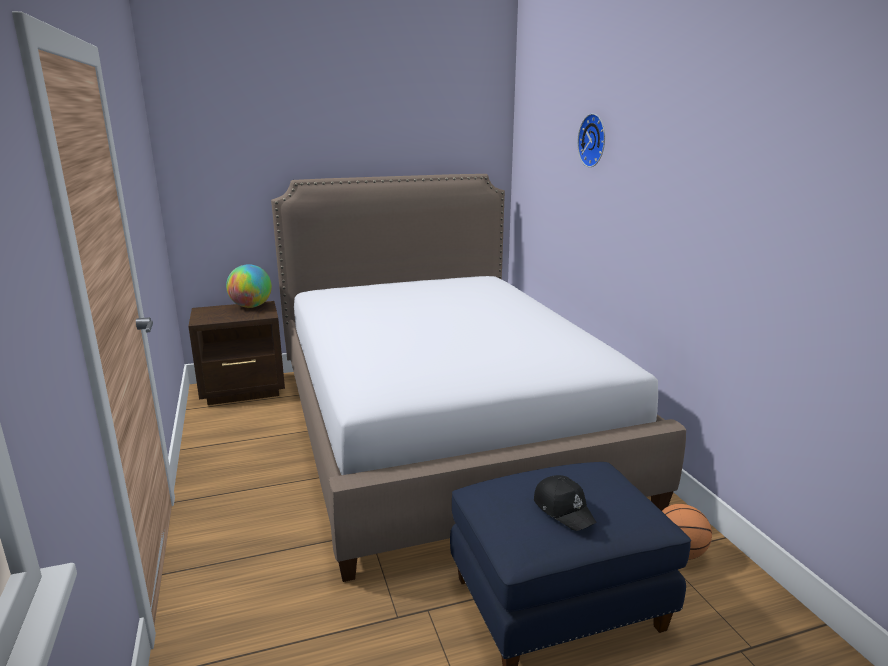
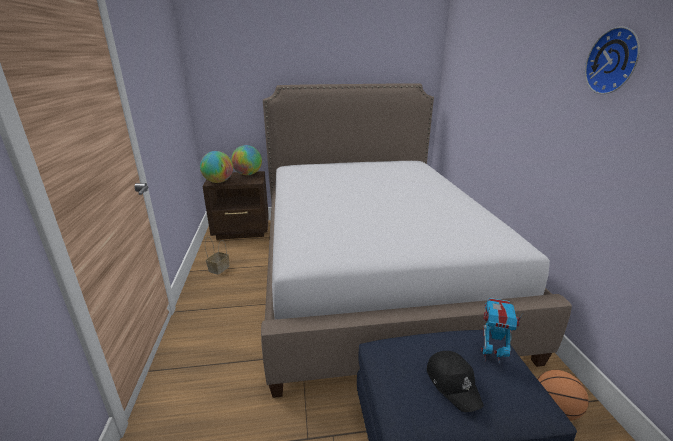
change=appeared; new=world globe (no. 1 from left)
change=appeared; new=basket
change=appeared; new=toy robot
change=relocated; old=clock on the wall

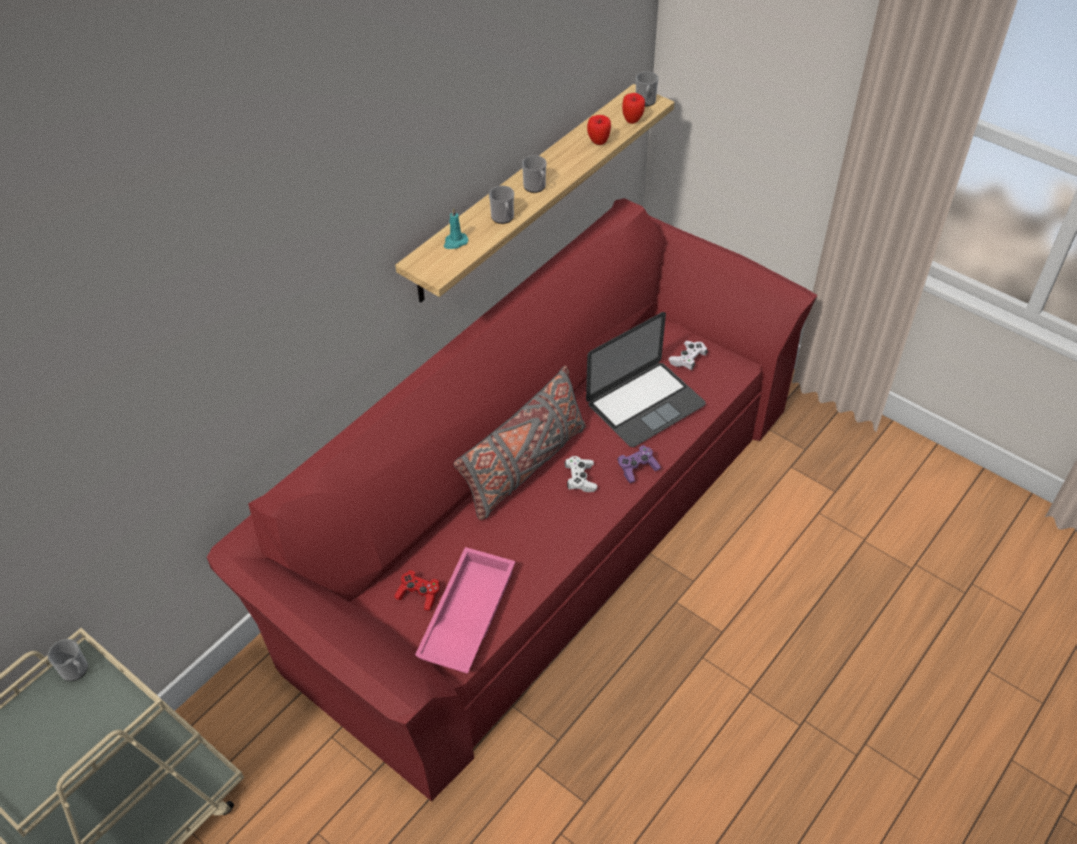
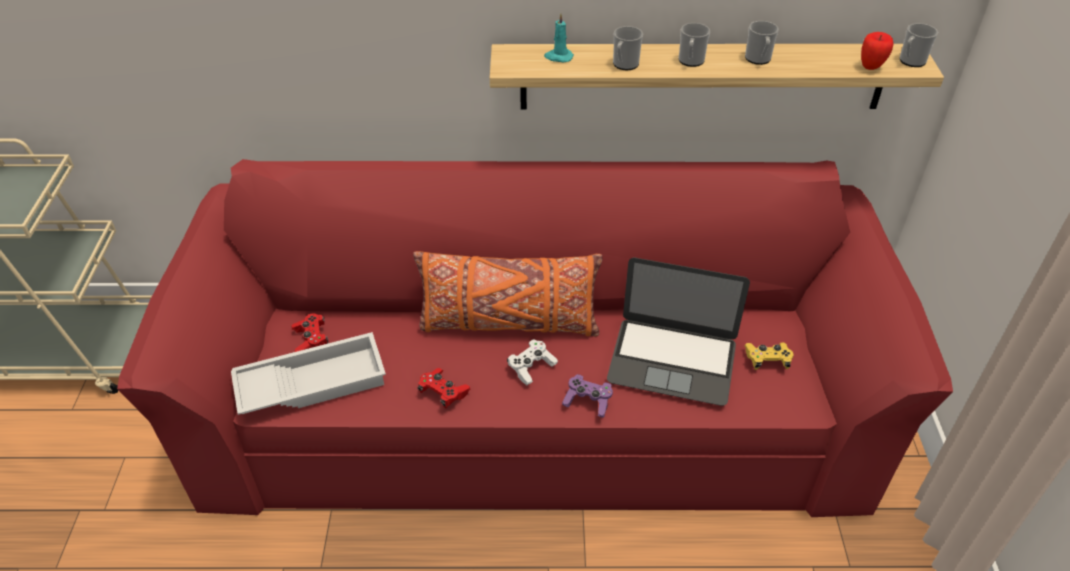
change=missing; old=whole apple (no. 1 from left)
change=appeared; new=red-coloured game controller (no. 2 from left)
change=relocated; old=mug (no. 1 from left in the first image); new=mug (no. 3 from left)
change=colour; old=pinkish serving tray; new=whitish serving tray
change=colour; old=greyish pillow; new=orangey pillow
change=colour; old=whitish game controller (no. 2 from left); new=yellow game controller

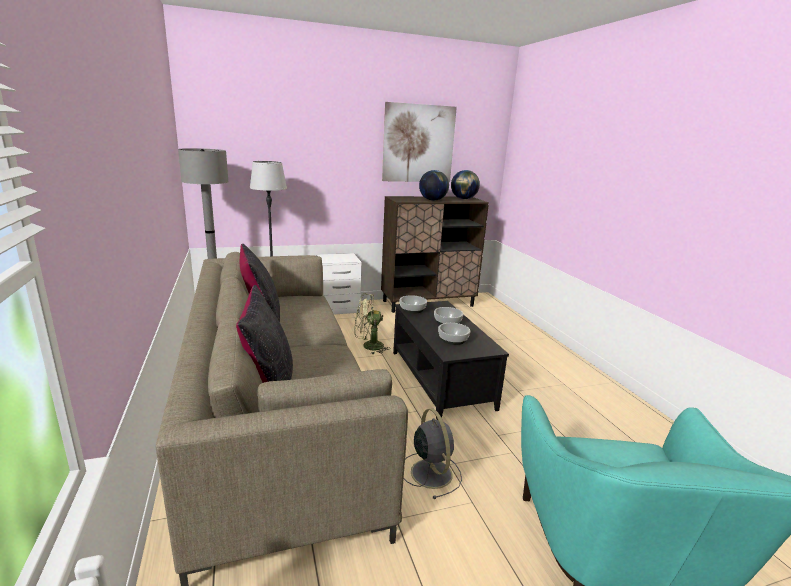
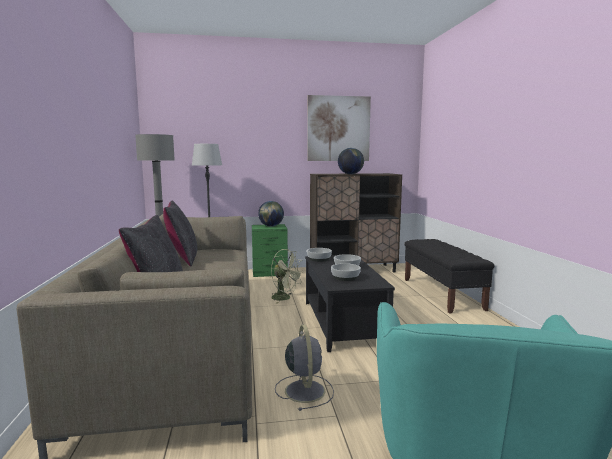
change=appeared; new=black indoor bench
change=relocated; old=world globe (no. 2 from left in the first image); new=world globe (no. 1 from left)
change=colour; old=whitish nightstand; new=green nightstand
change=spun; old=green cooling fan; degrees=-150

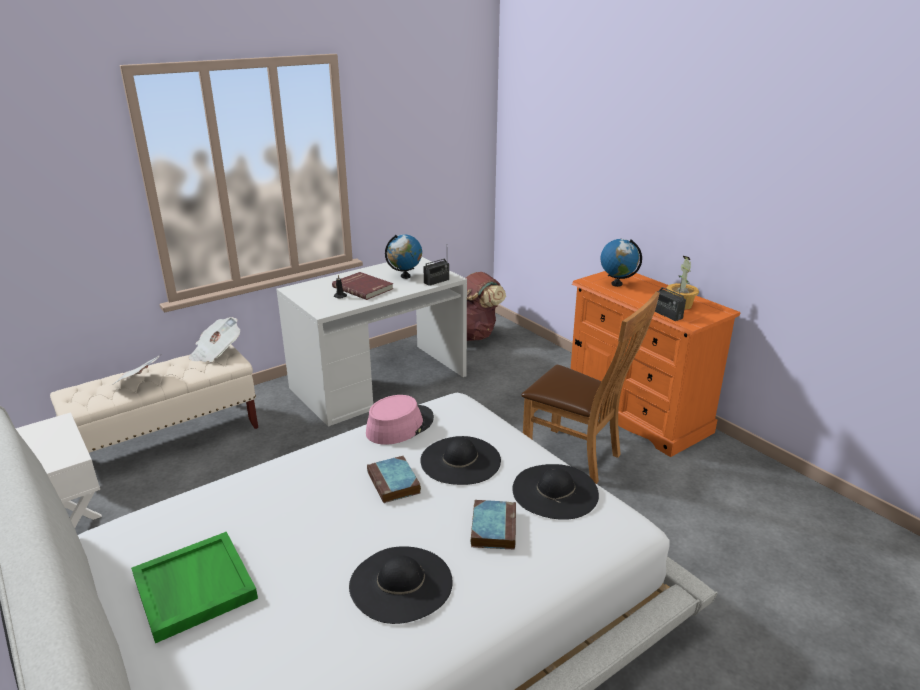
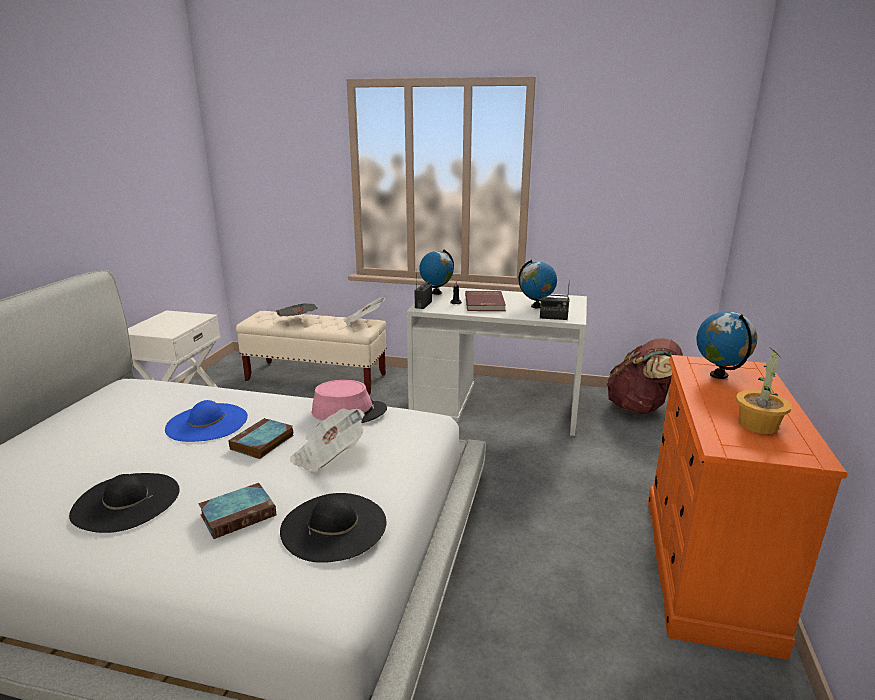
change=missing; old=green serving tray
change=missing; old=brownish plain chair
change=appeared; new=blue hat
change=appeared; new=world globe (no. 1 from left)
change=relocated; old=radio set (no. 2 from left in the first image); new=radio set (no. 1 from left)
change=exchanged; old=black hat (no. 2 from left); new=newspaper (no. 2 from left)

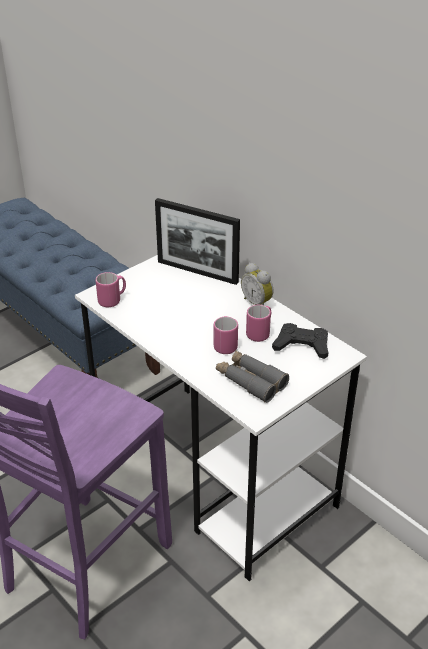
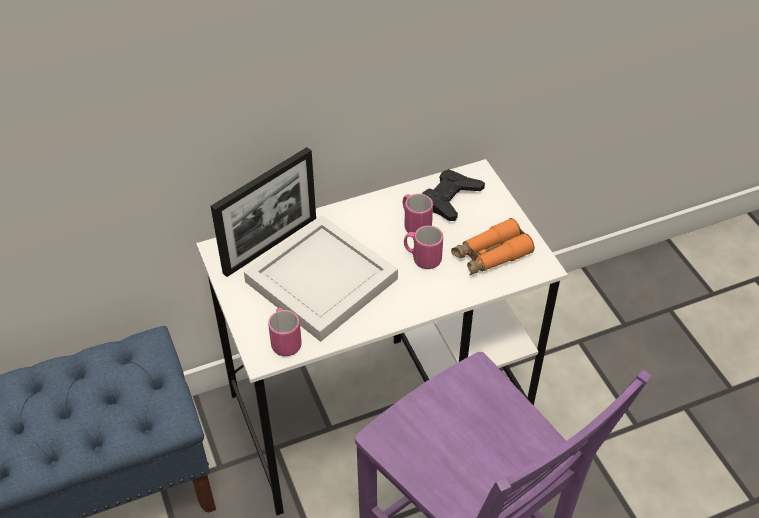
change=missing; old=bedside clock
change=appeared; new=whitish serving tray
change=colour; old=greyish field glasses; new=orangey field glasses

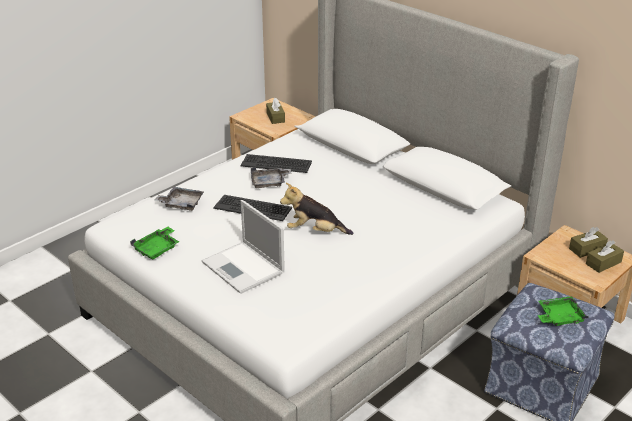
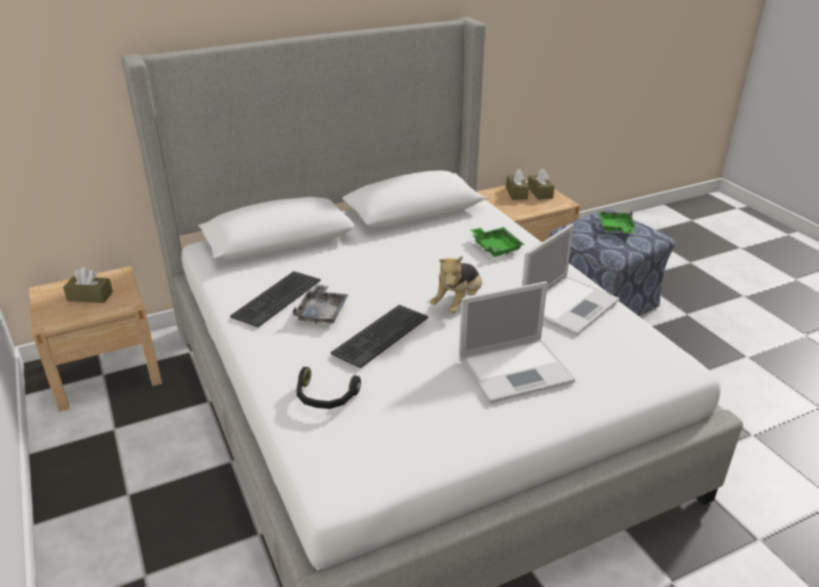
change=appeared; new=portable computer (no. 2 from left)
change=relocated; old=green serving tray (no. 1 from left)
change=exchanged; old=greyish serving tray (no. 1 from left); new=black headset

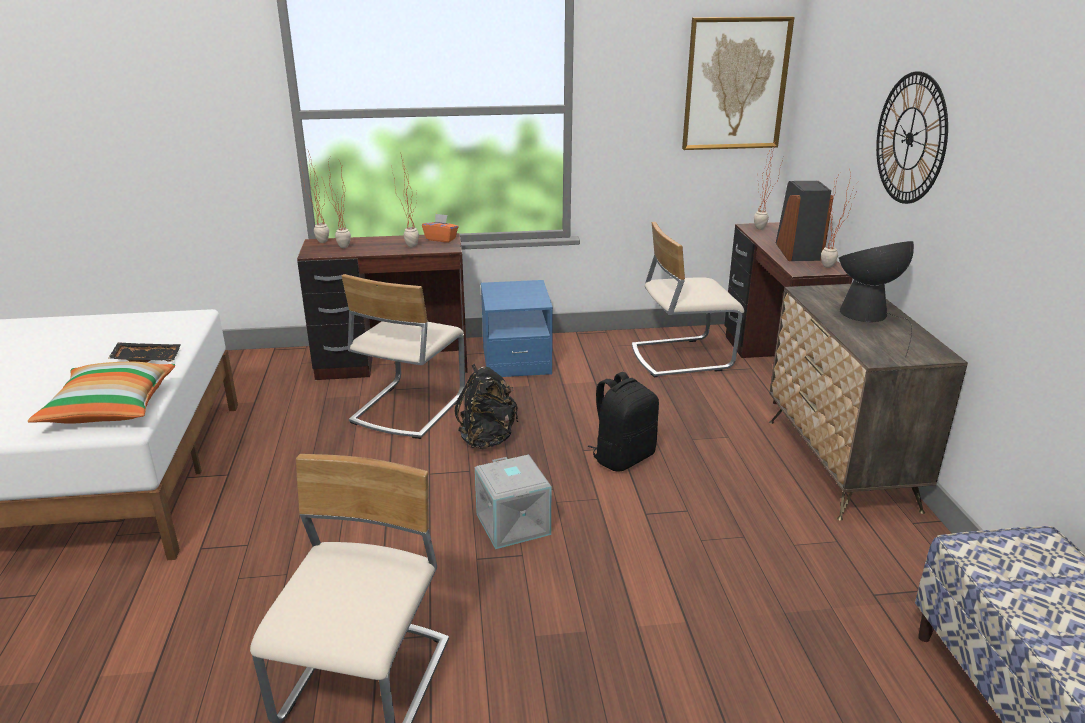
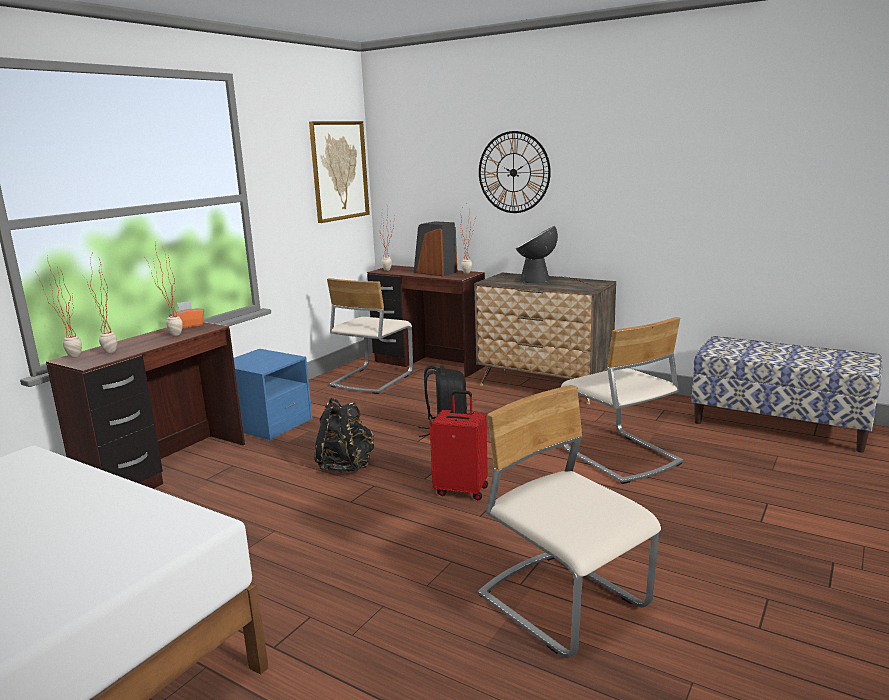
change=missing; old=pillow
change=missing; old=black serving tray
change=relocated; old=beige plain chair (no. 2 from left in the first image); new=beige plain chair (no. 3 from left)
change=exchanged; old=greyish storage box; new=red-coloured suitcase

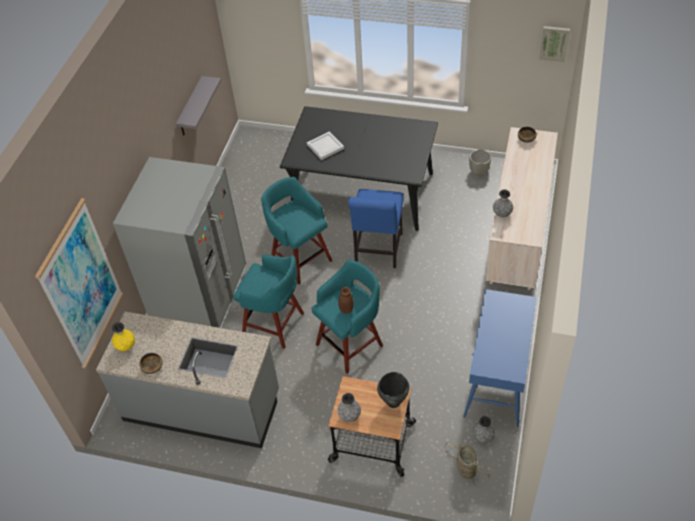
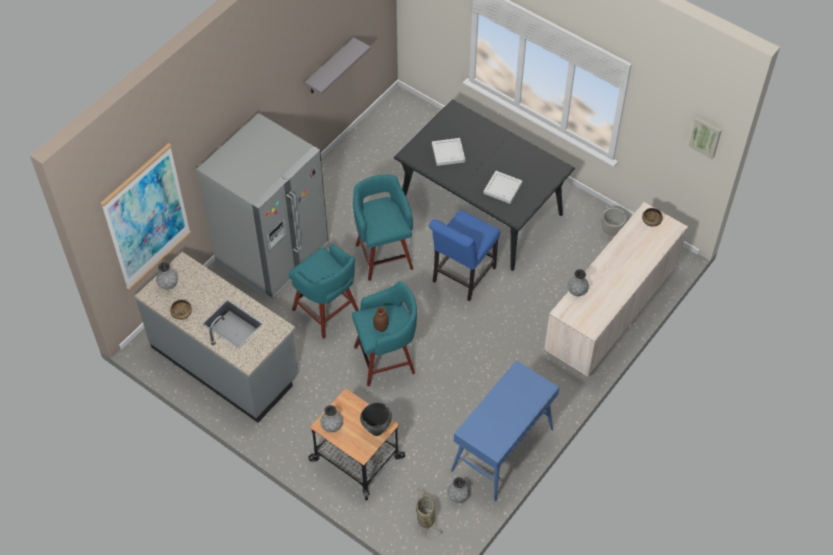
change=appeared; new=whitish serving tray (no. 2 from left)
change=colour; old=yellow vase; new=greyish vase (no. 1 from left)

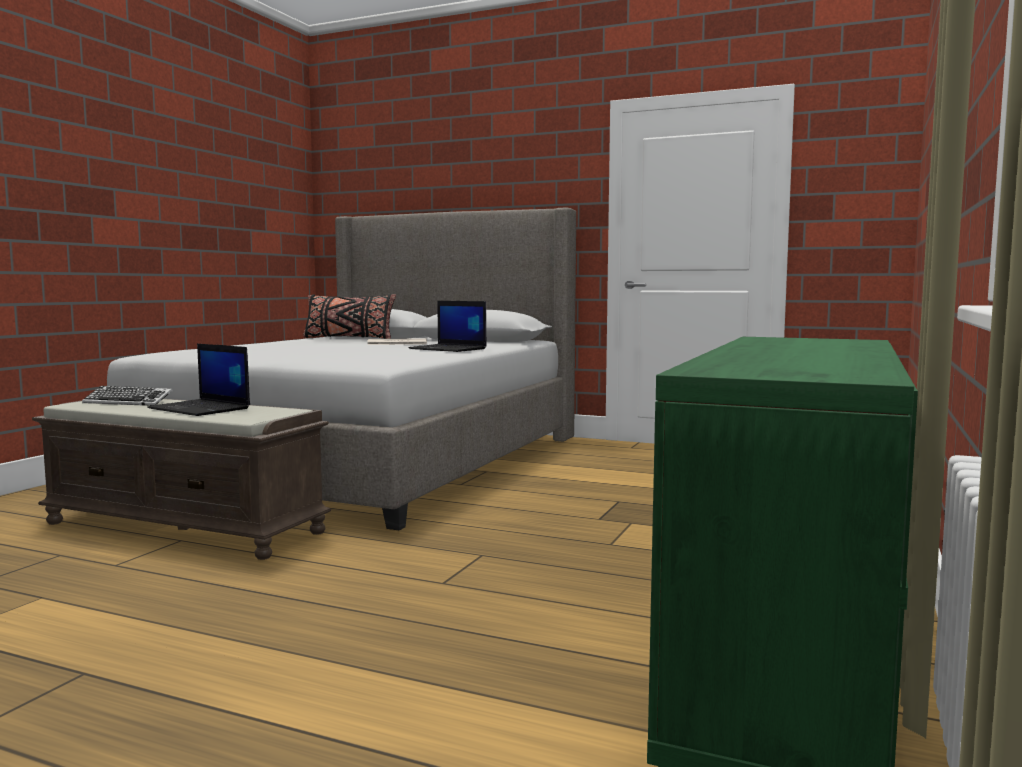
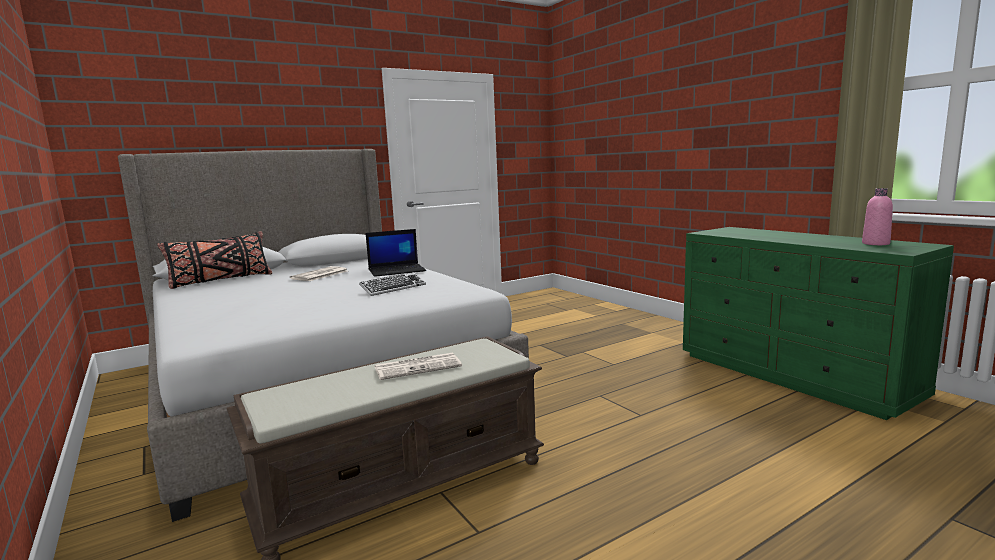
change=appeared; new=pinkish beverage bottle
change=relocated; old=computer keyboard
change=exchanged; old=portable computer (no. 1 from left); new=newspaper (no. 2 from left)

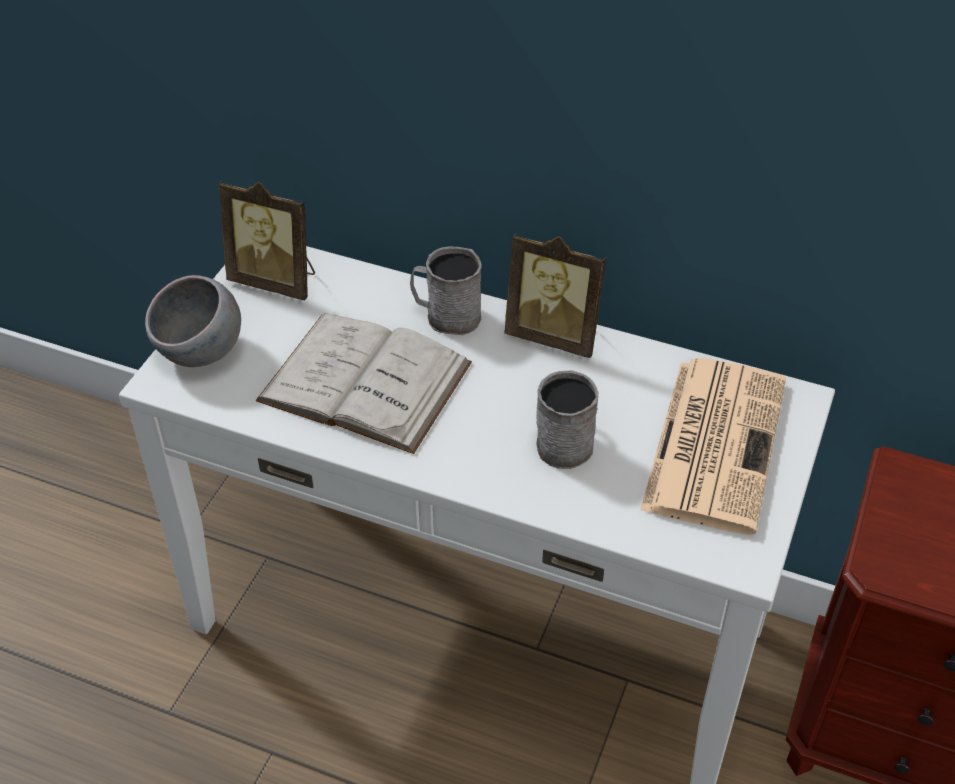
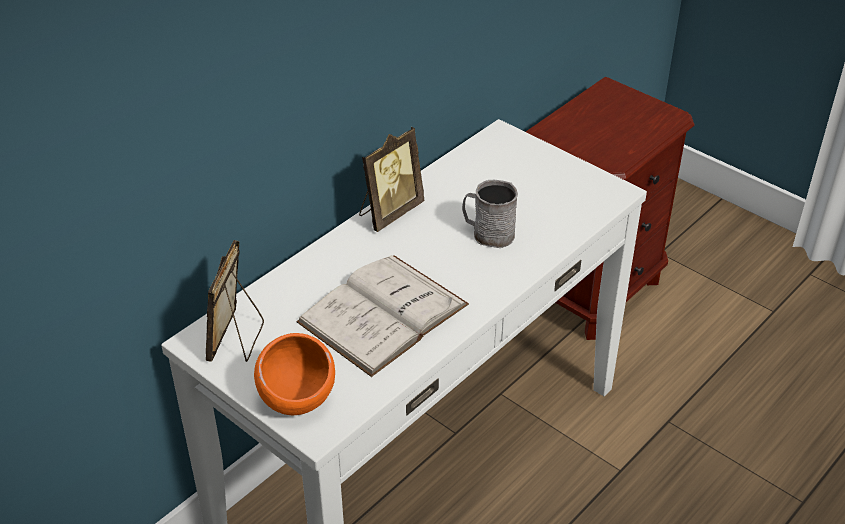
change=missing; old=greyish mug (no. 1 from left)
change=missing; old=newspaper
change=colour; old=greyish bowl; new=orangey bowl
change=spun; old=standing frame (no. 1 from left); degrees=150

